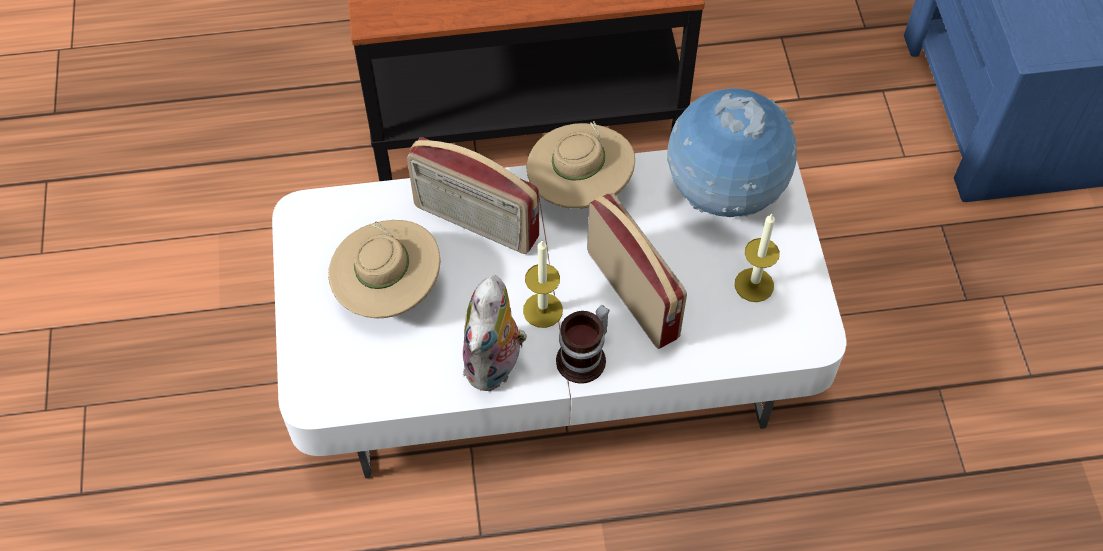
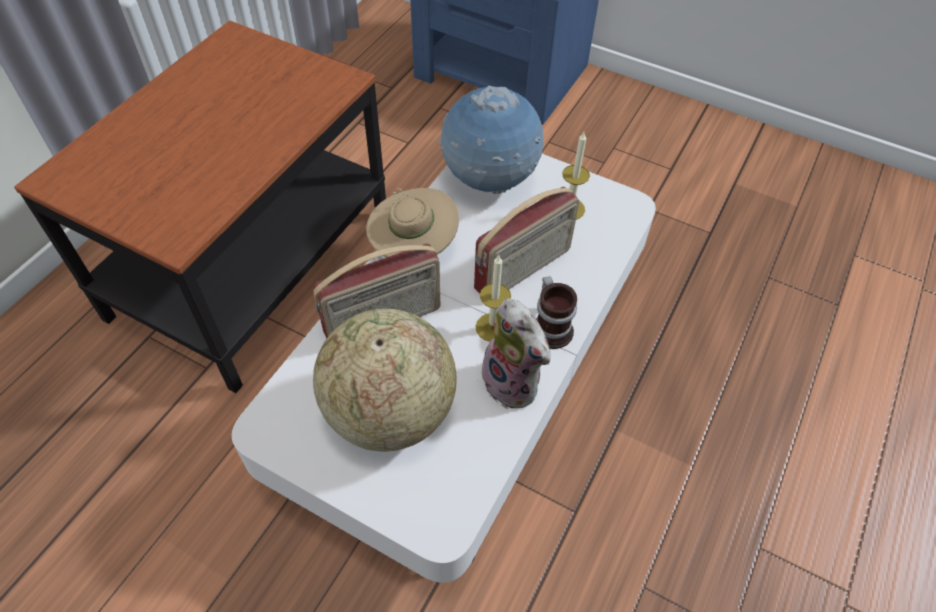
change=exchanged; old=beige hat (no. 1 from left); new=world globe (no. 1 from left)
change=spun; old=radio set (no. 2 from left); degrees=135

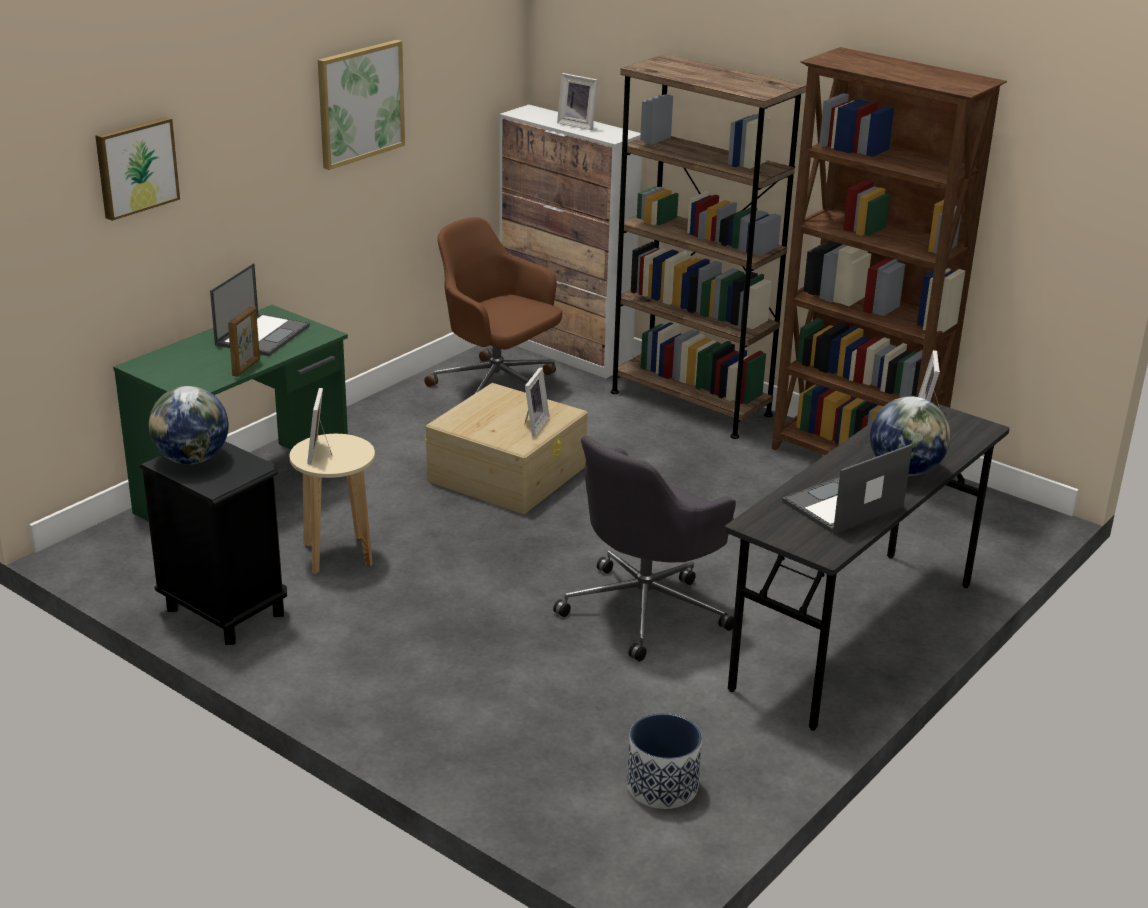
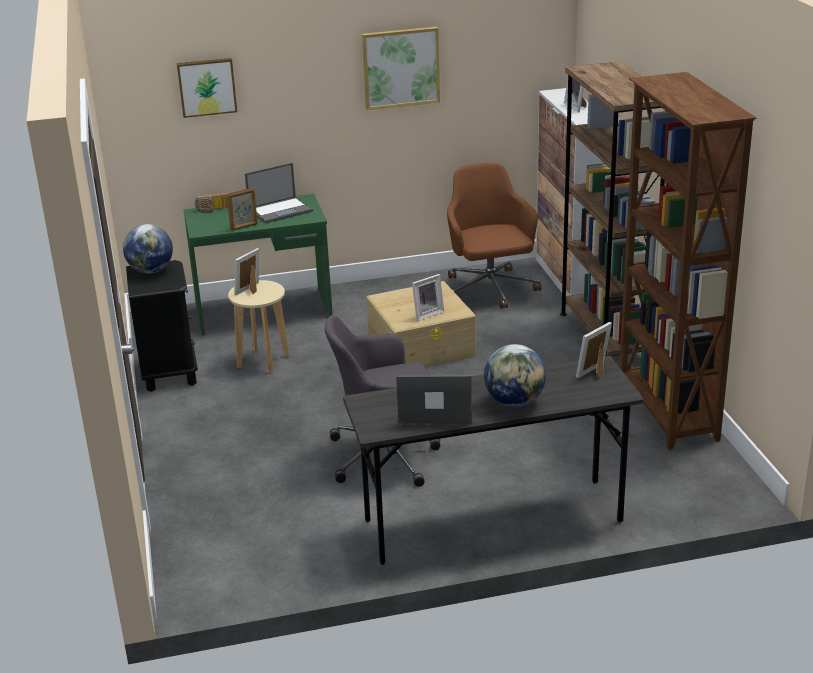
change=missing; old=planter
change=appeared; new=radio set

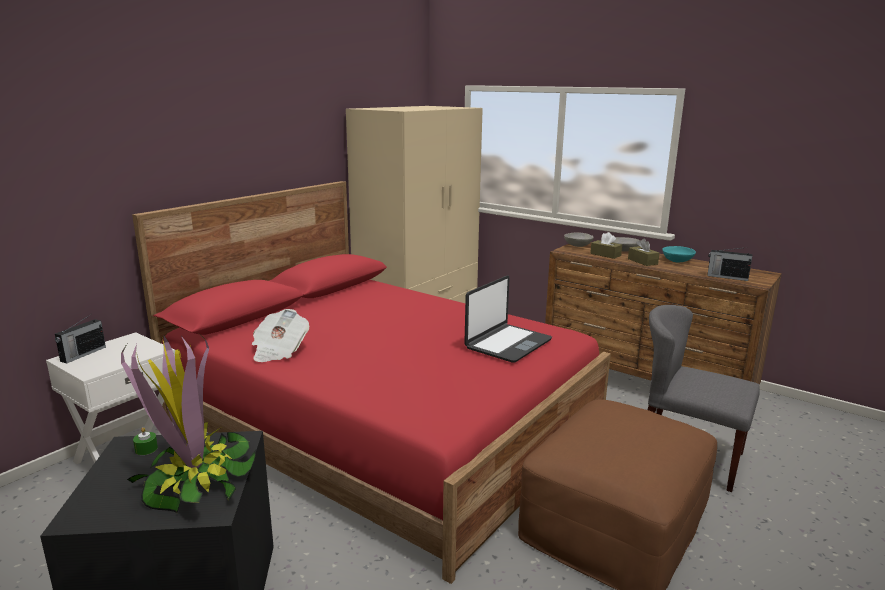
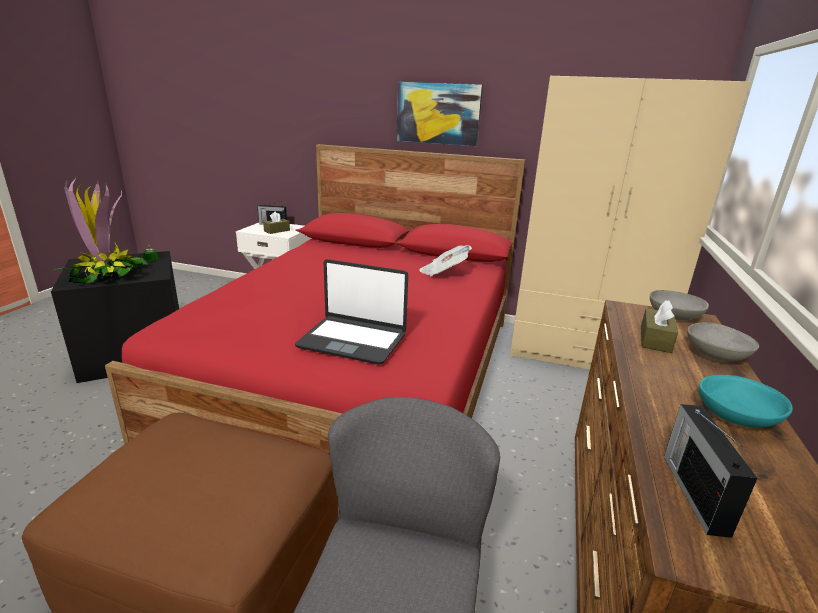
change=appeared; new=picture
change=relocated; old=newspaper
change=relocated; old=brownish tissue box (no. 2 from left in the first image); new=brownish tissue box (no. 1 from left)

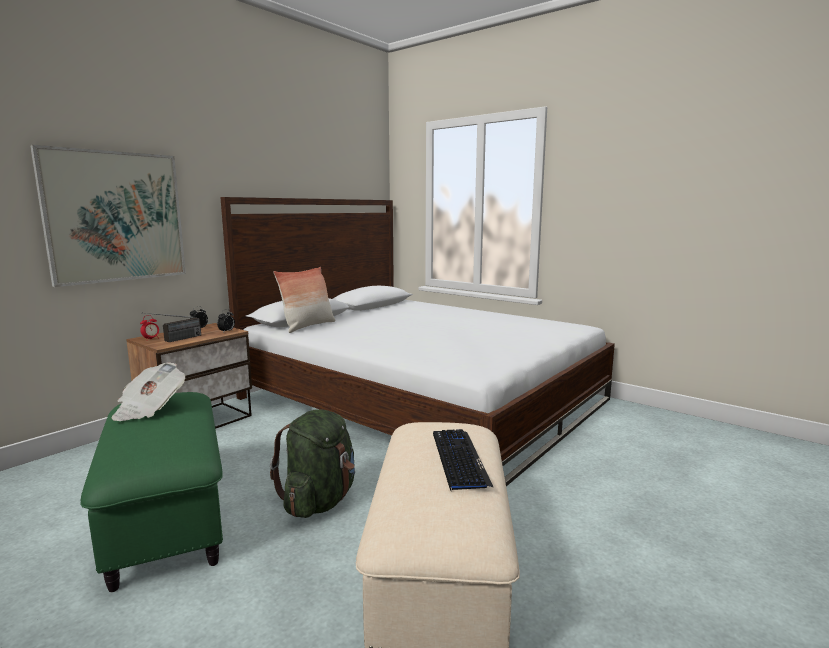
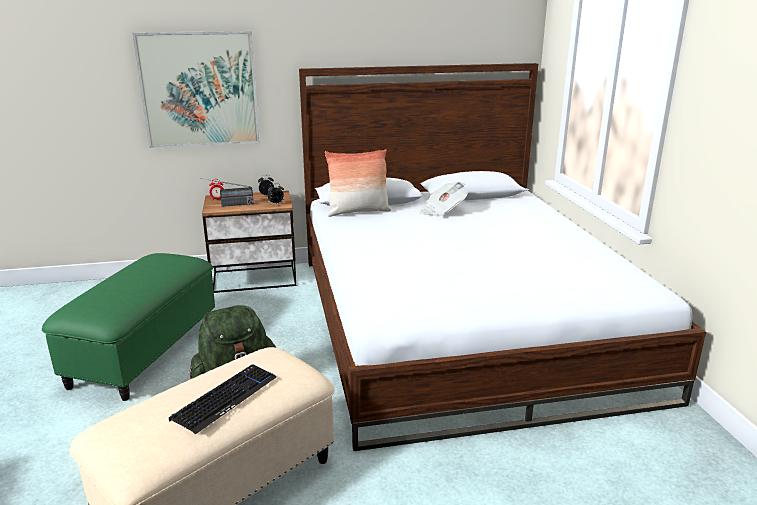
change=relocated; old=newspaper

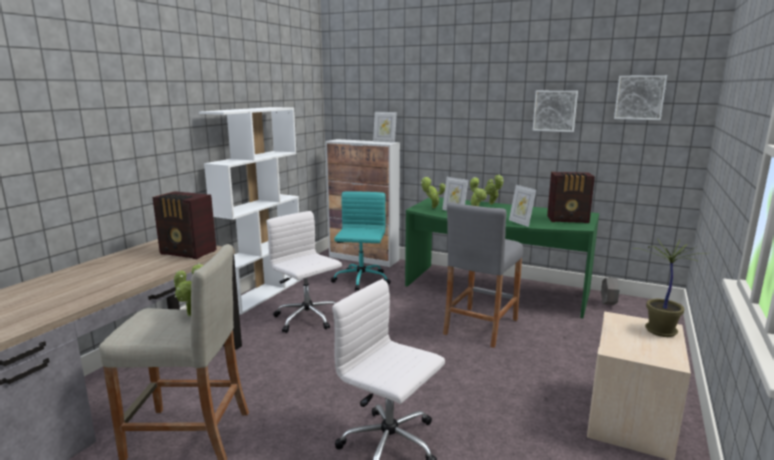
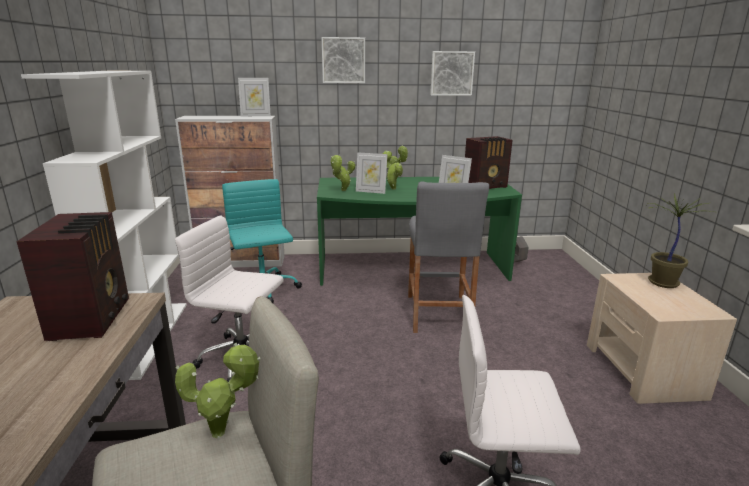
change=relocated; old=picture (no. 2 from left in the first image); new=picture (no. 1 from left)
change=spun; old=radio set (no. 1 from left); degrees=-90

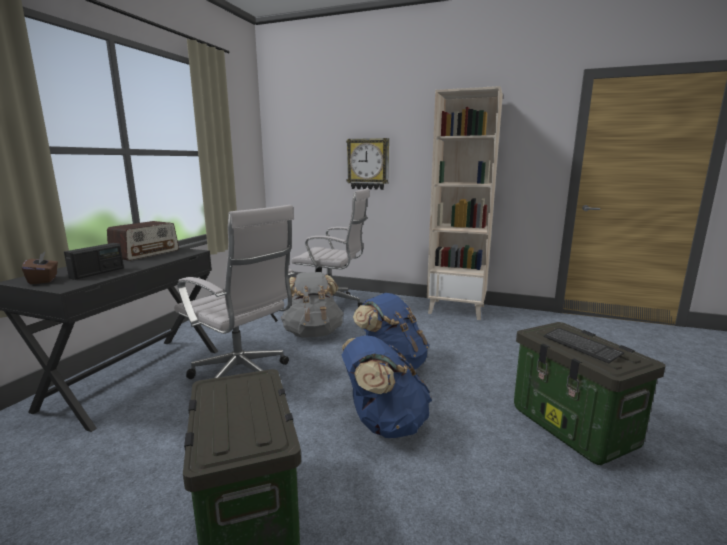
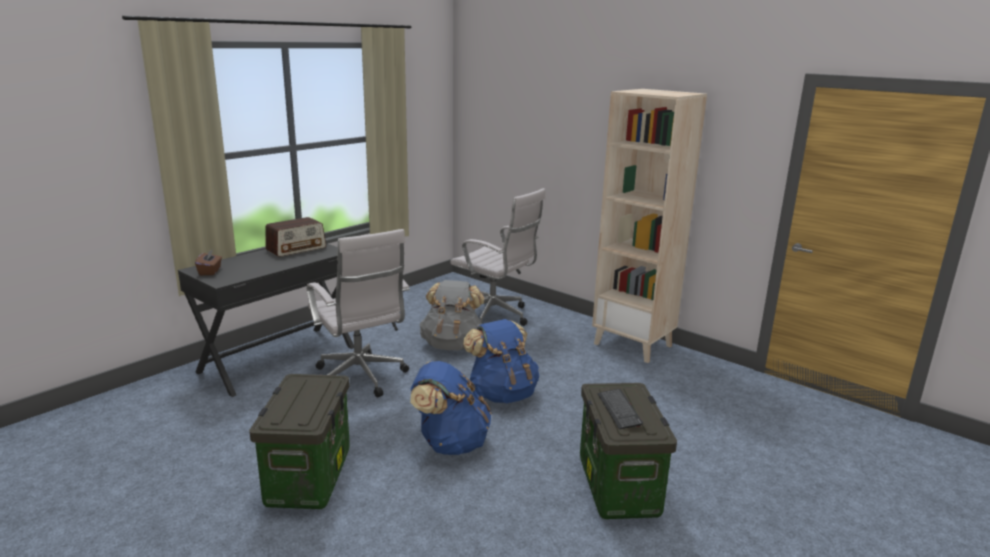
change=missing; old=radio set (no. 1 from left)
change=missing; old=clock on the wall

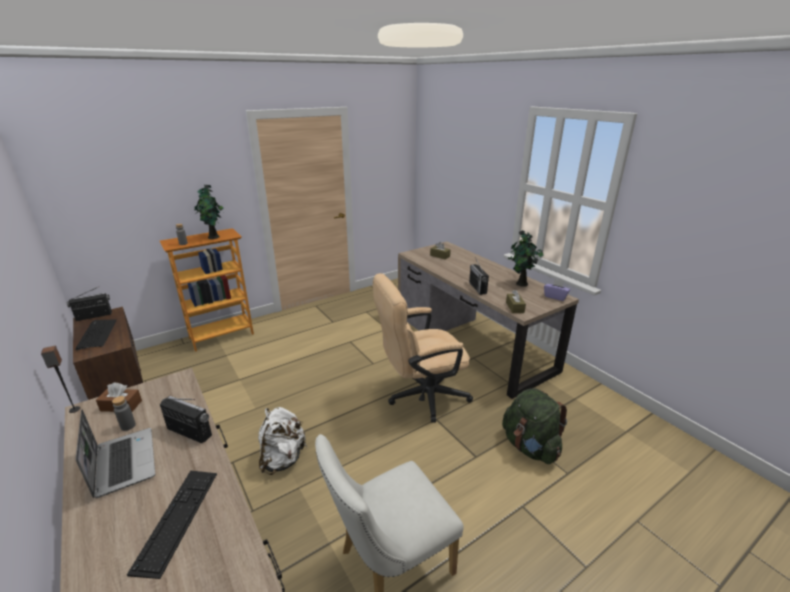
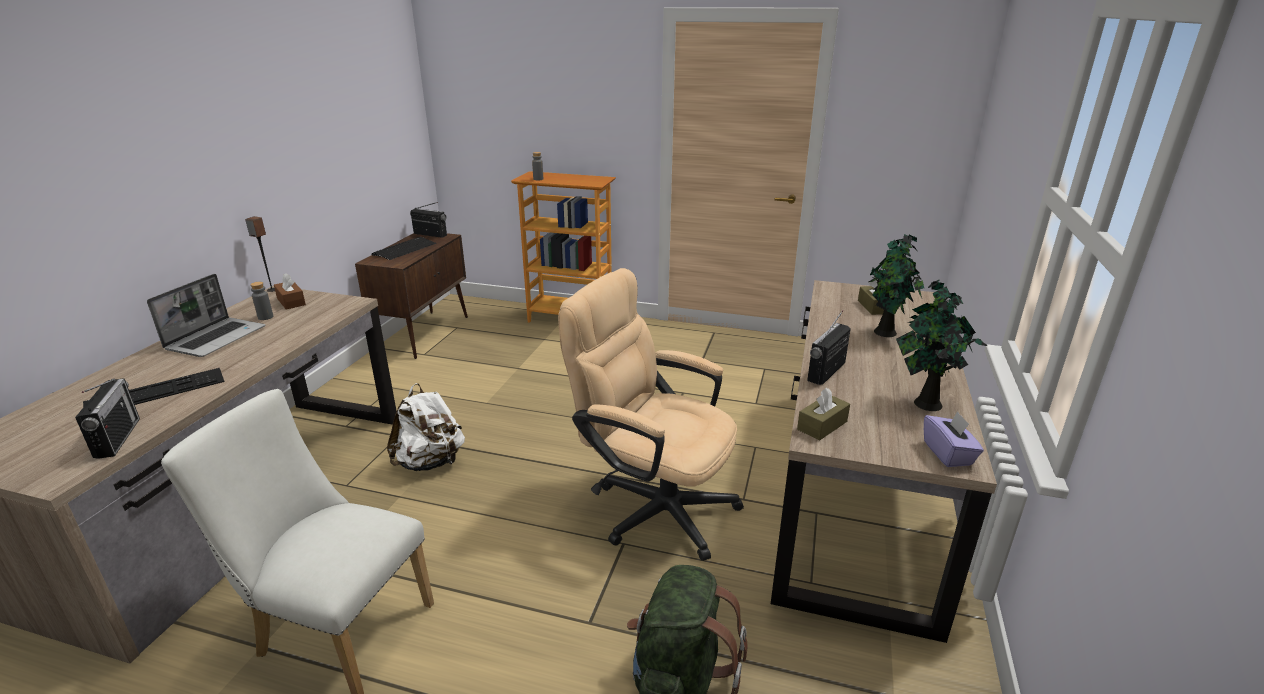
change=relocated; old=radio set (no. 2 from left in the first image); new=radio set (no. 1 from left)
change=relocated; old=plant in a pot (no. 1 from left)

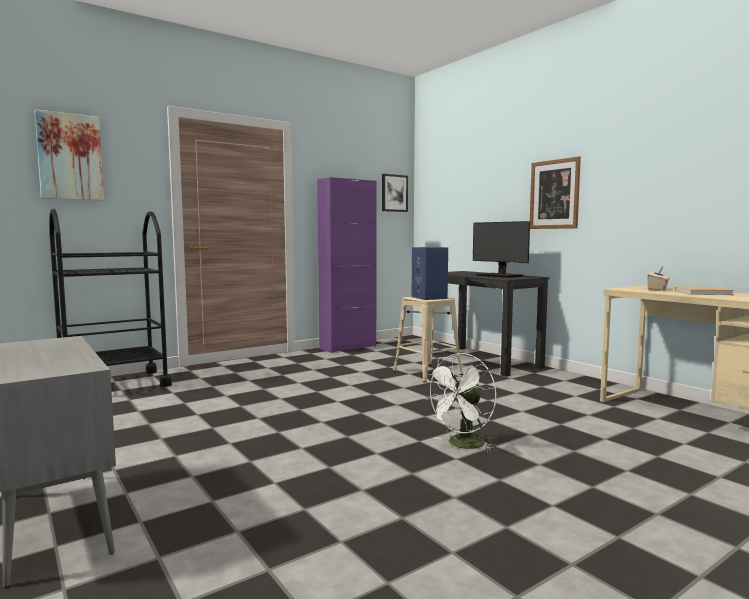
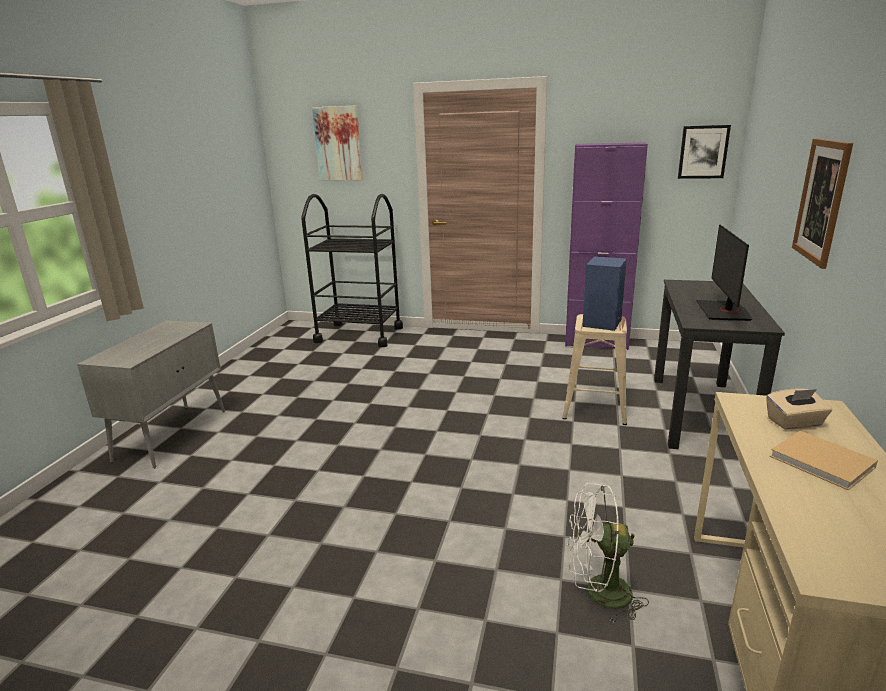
change=relocated; old=whitish cooling fan

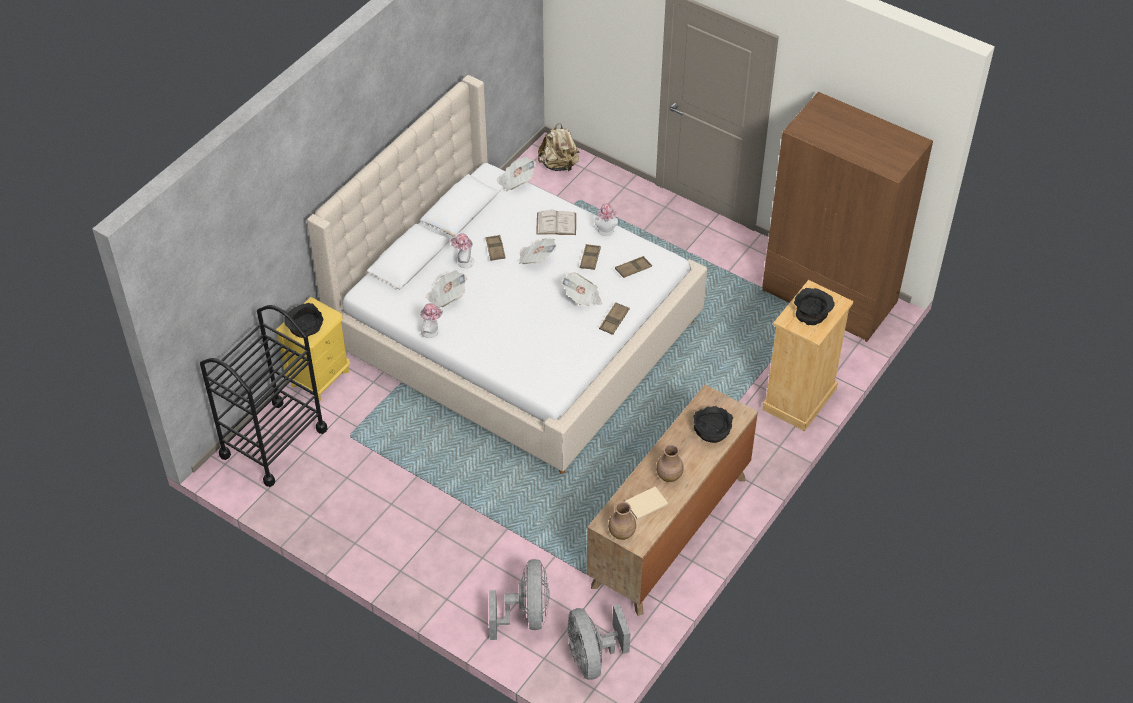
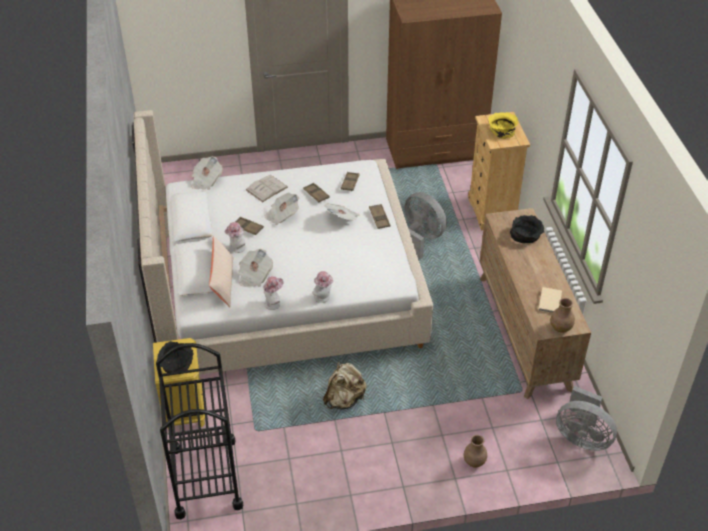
change=appeared; new=beige pillow
change=relocated; old=greyish cooling fan (no. 1 from left)
change=relocated; old=beige rucksack
change=relocated; old=hat (no. 3 from left)
change=relocated; old=brownish vase (no. 2 from left in the first image); new=brownish vase (no. 1 from left)
change=colour; old=black bowl (no. 3 from left); new=yellow bowl

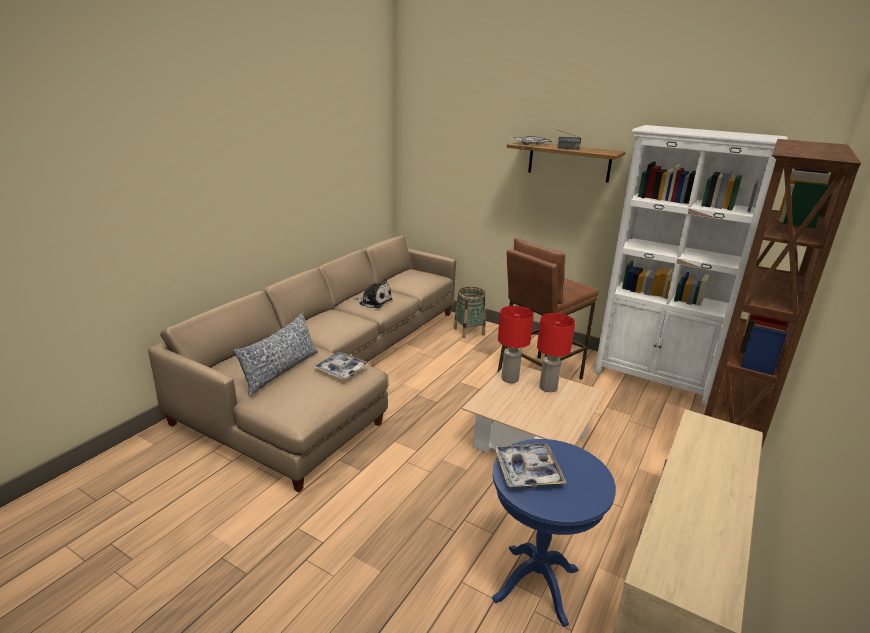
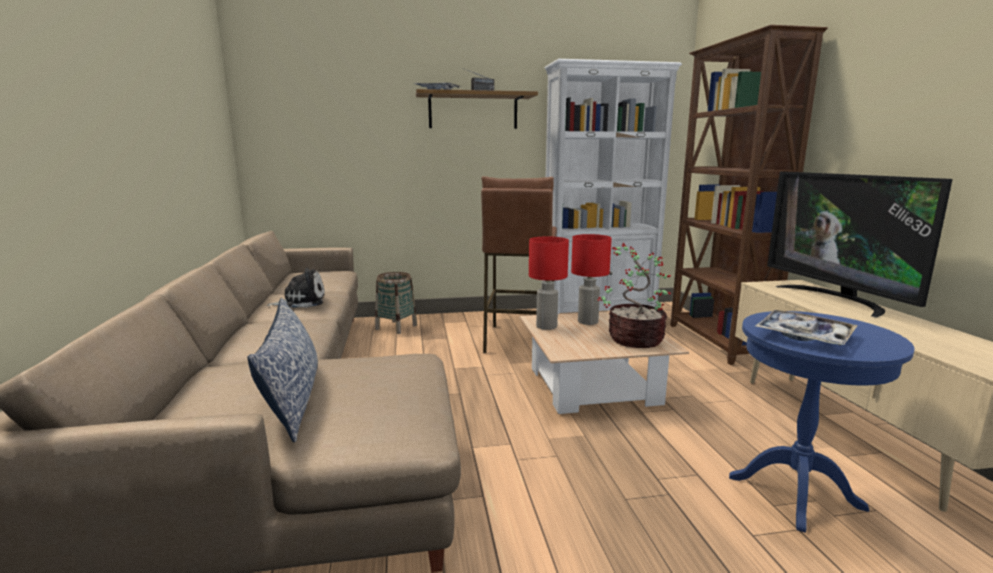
change=missing; old=serving tray (no. 1 from left)
change=appeared; new=plant in a pot
change=appeared; new=TV set

